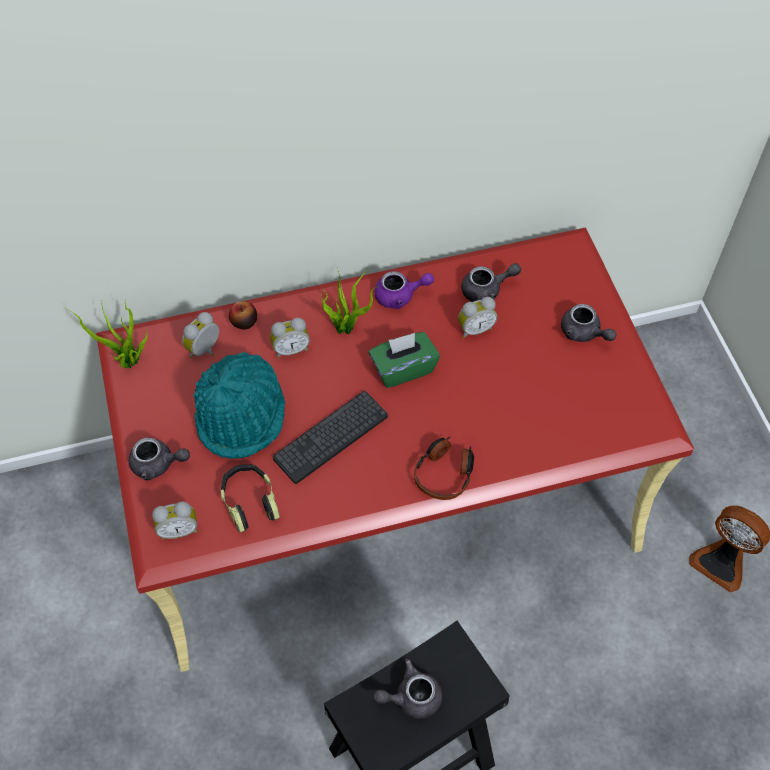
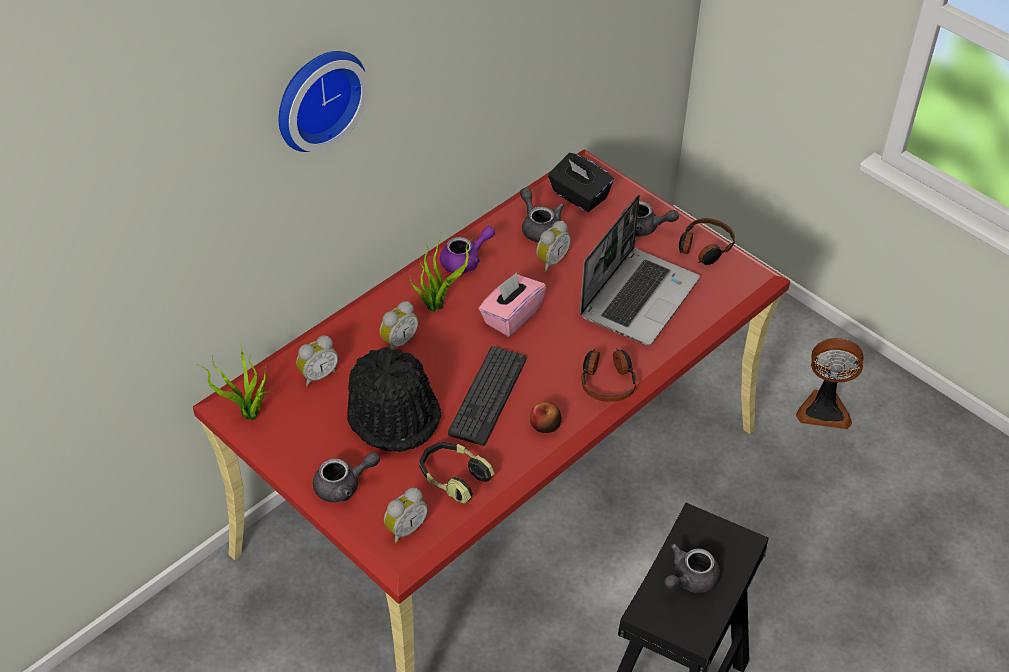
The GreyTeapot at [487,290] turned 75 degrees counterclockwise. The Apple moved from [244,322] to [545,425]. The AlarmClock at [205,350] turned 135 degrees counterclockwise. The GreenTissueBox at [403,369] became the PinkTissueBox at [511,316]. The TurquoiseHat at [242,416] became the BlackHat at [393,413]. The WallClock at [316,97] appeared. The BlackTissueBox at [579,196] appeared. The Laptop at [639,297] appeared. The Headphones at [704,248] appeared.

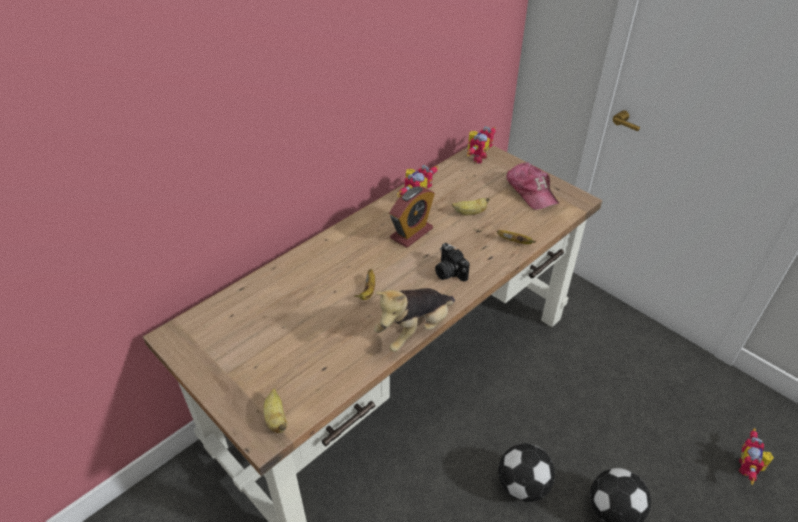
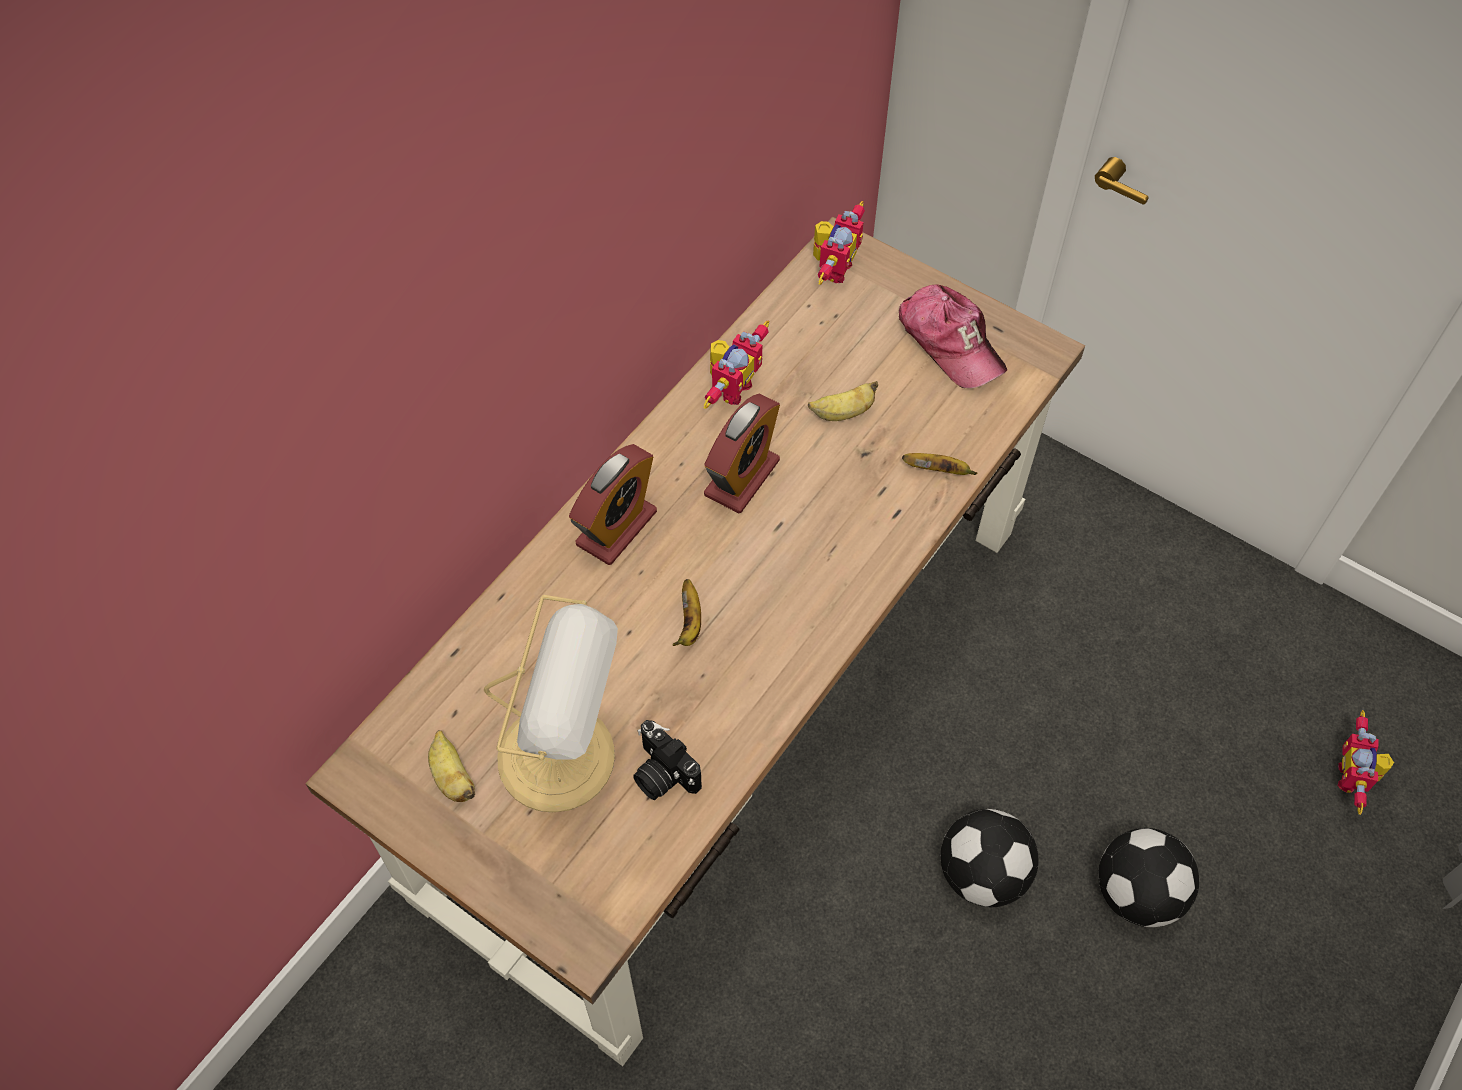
The PhotoCamera moved from [448,272] to [661,774]. The PlushToy at [414,330] disappeared. The Banana moved from [276,419] to [452,777]. The AlarmClock at [616,528] appeared. The TableLamp at [563,757] appeared.

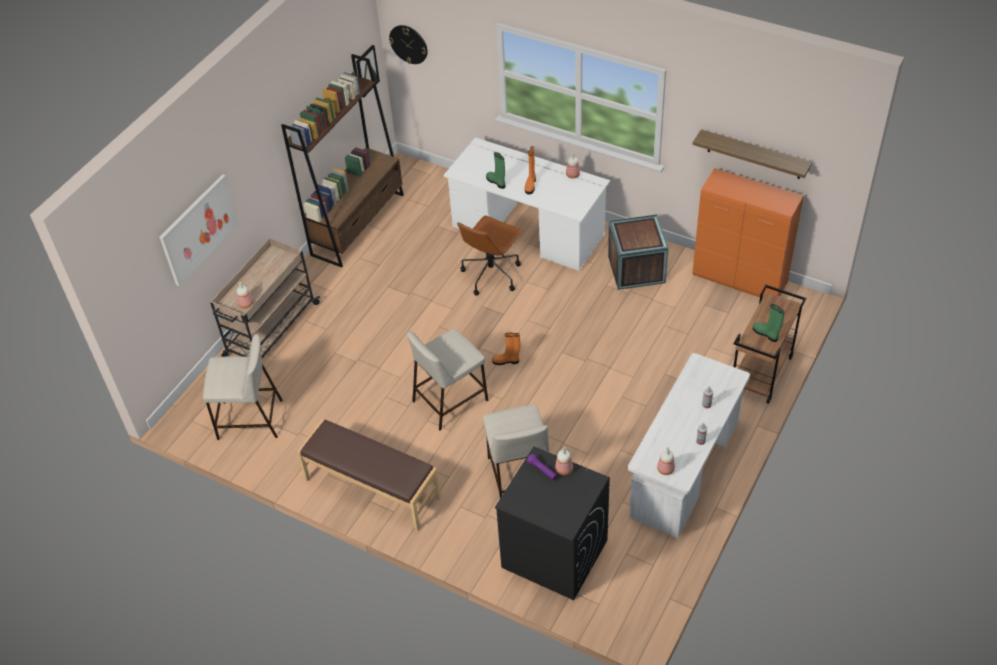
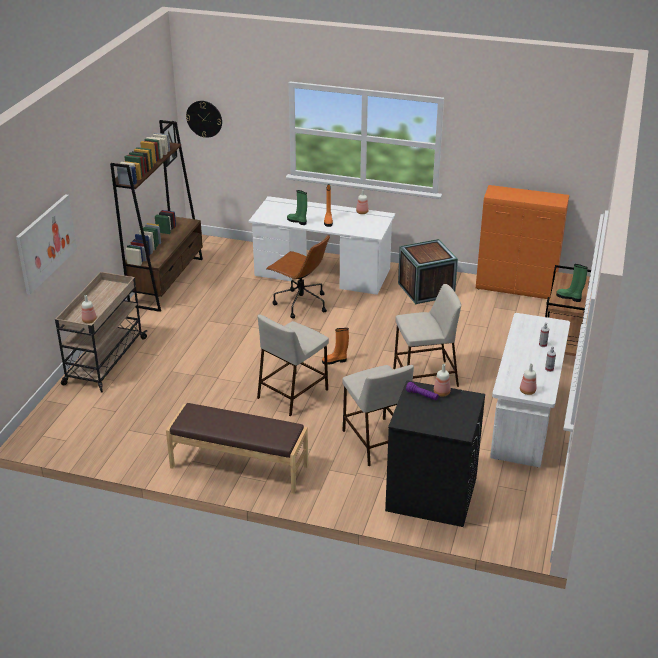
The Shelf at [754,155] disappeared. The BrownOfficeChair at [491,274] turned 75 degrees counterclockwise. The BeigeStool moved from [249,420] to [424,377].

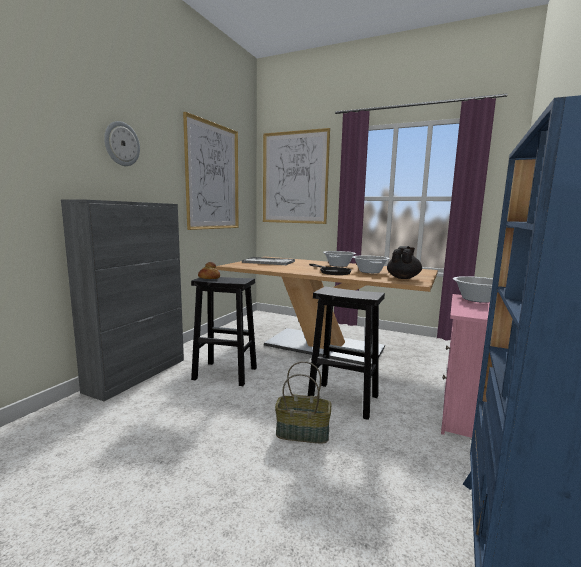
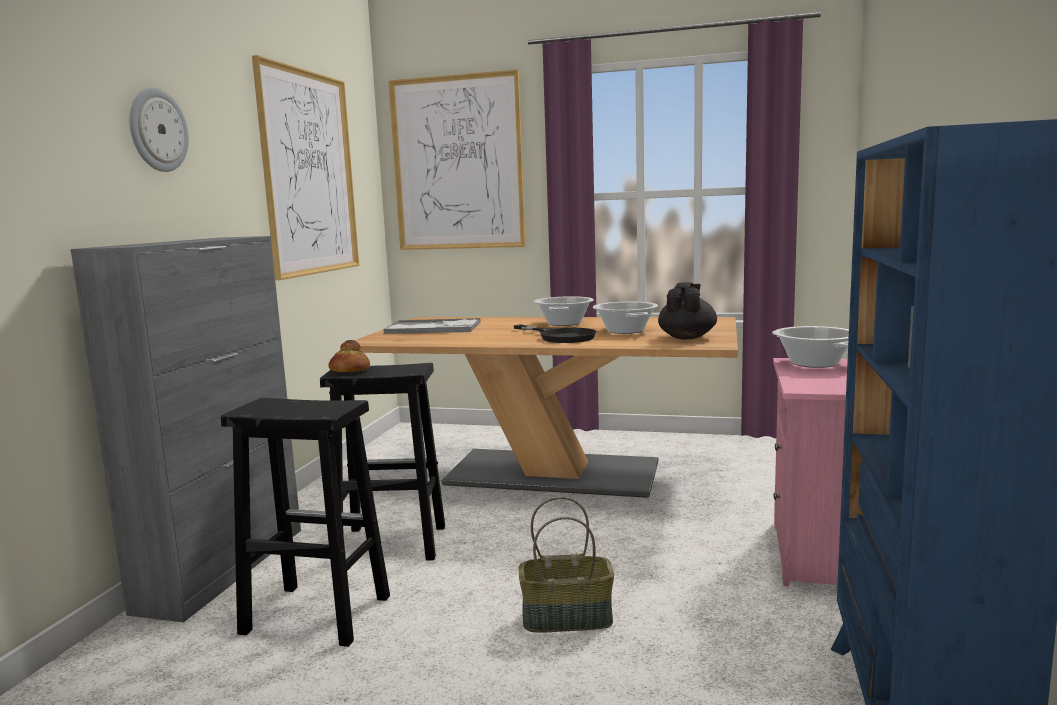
The BlackStool moved from [342,400] to [314,614].

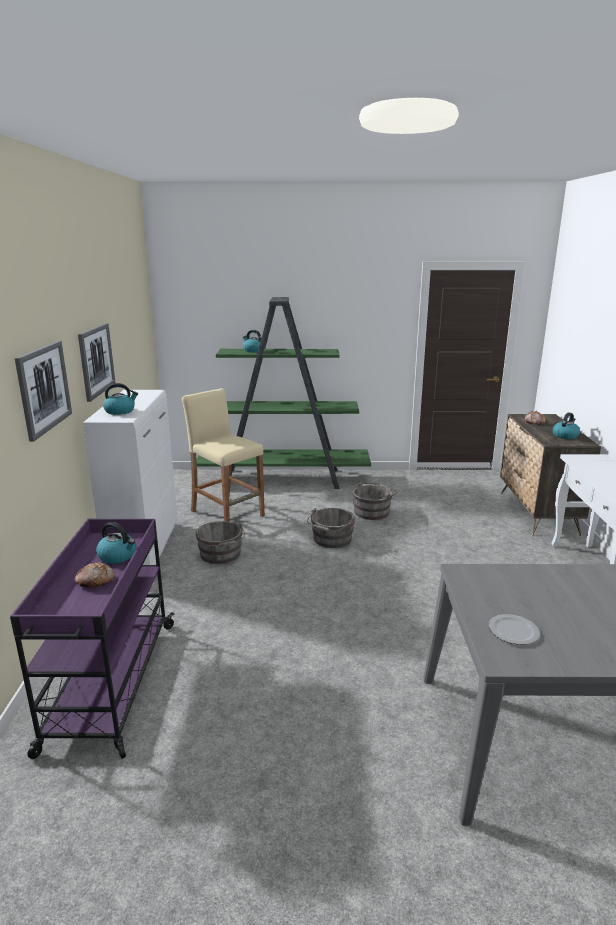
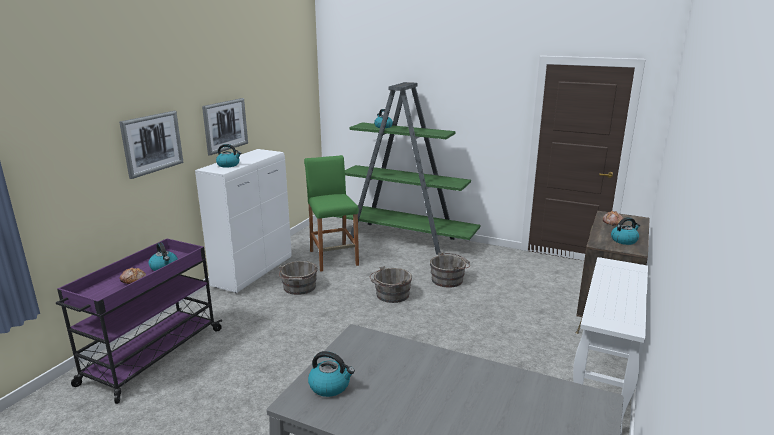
The BeigeStool at [227,513] became the GreenStool at [333,258]. The Plate at [512,631] was replaced by the Kettle at [330,386].

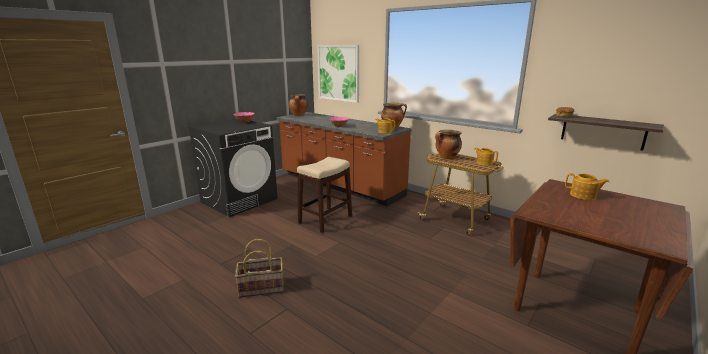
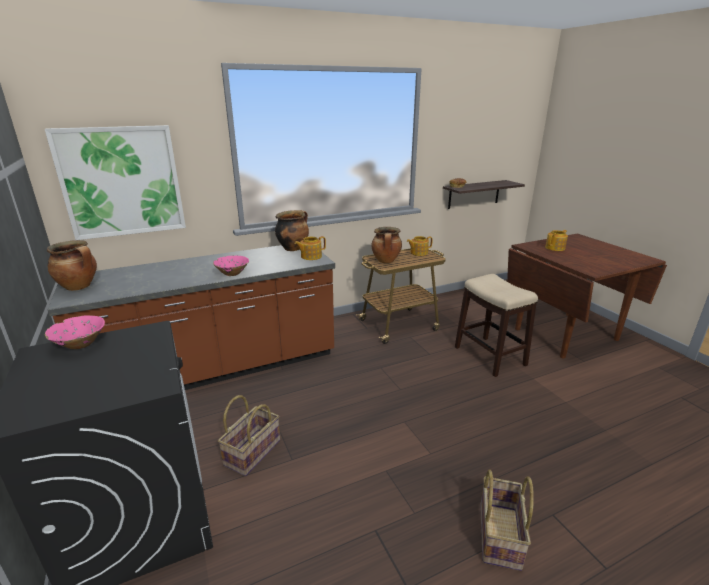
The Stool moved from [325,219] to [489,355]. The Basket at [252,452] appeared.

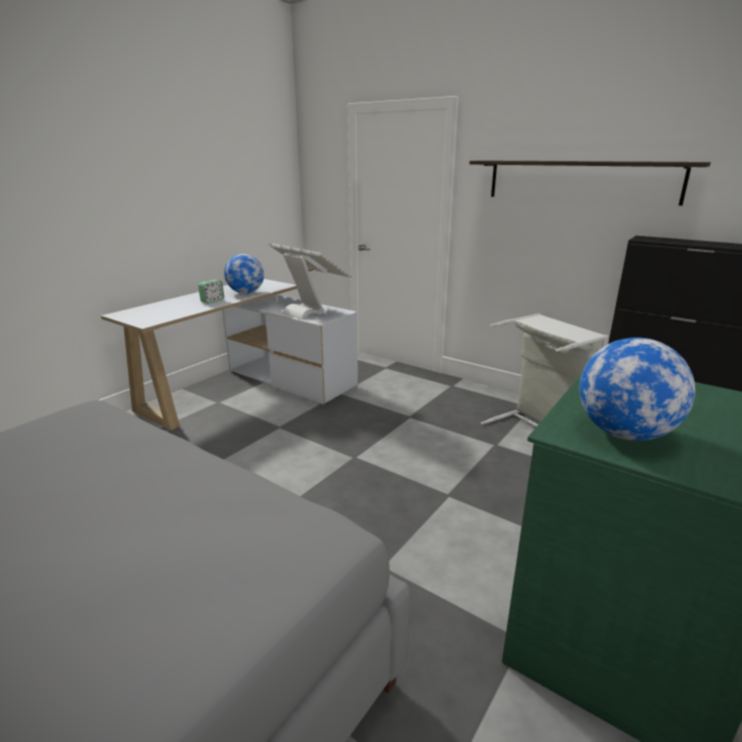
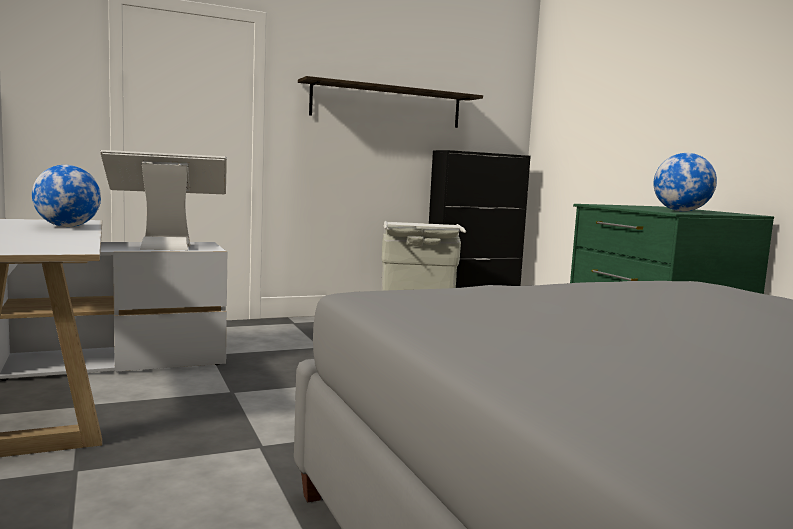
The AlarmClock at [212,301] disappeared.

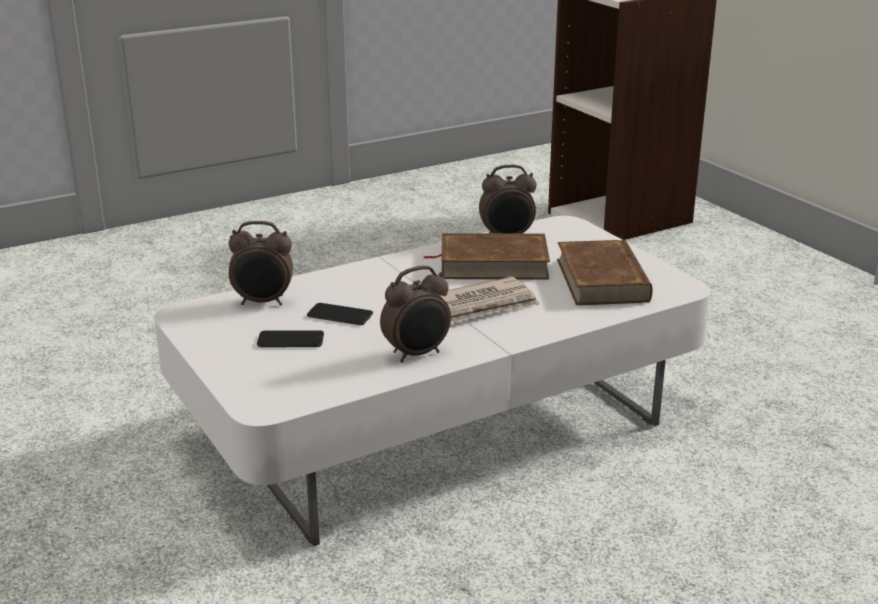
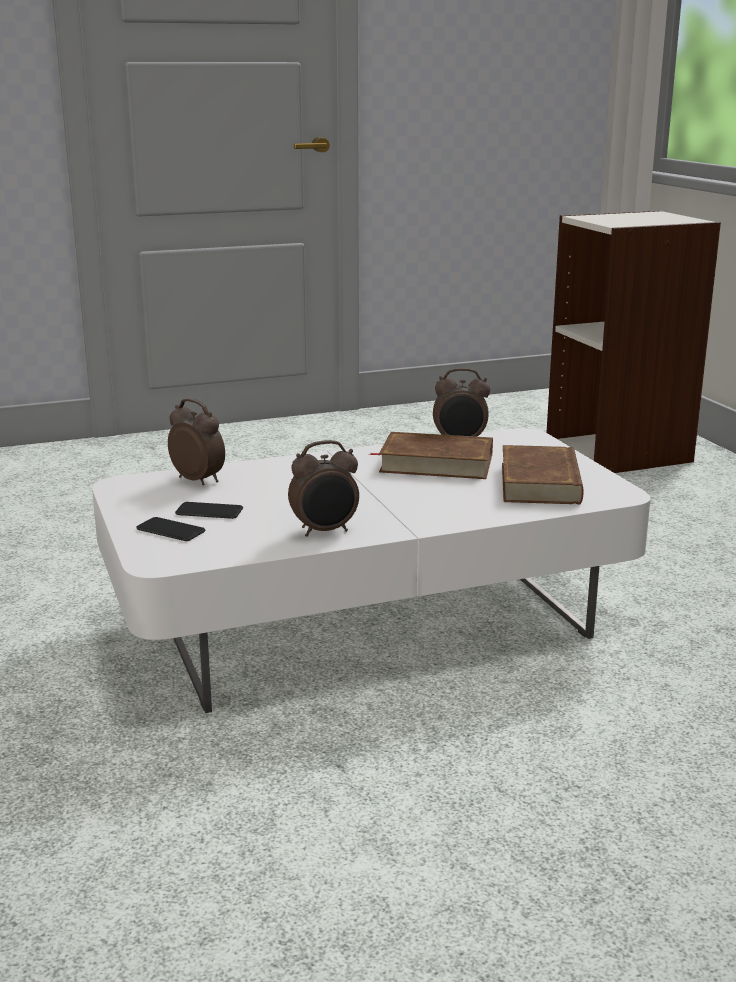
The AlarmClock at [263,302] turned 150 degrees counterclockwise. The Newspaper at [481,306] disappeared. The Phone moved from [340,315] to [170,530].

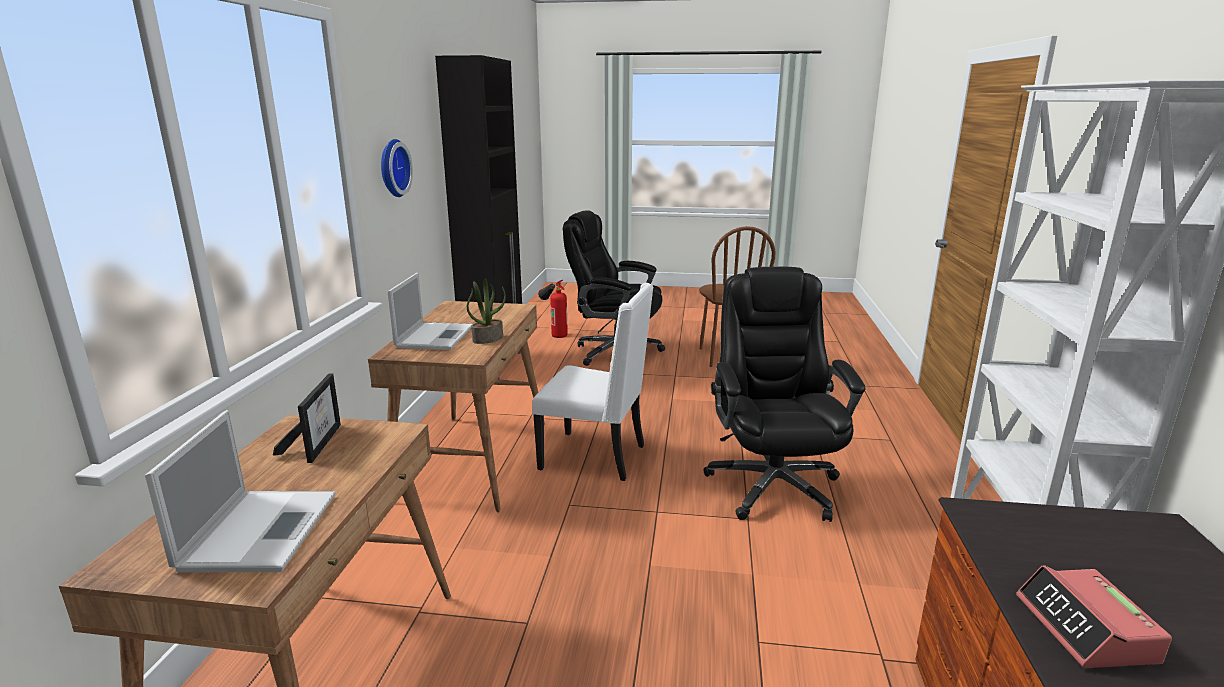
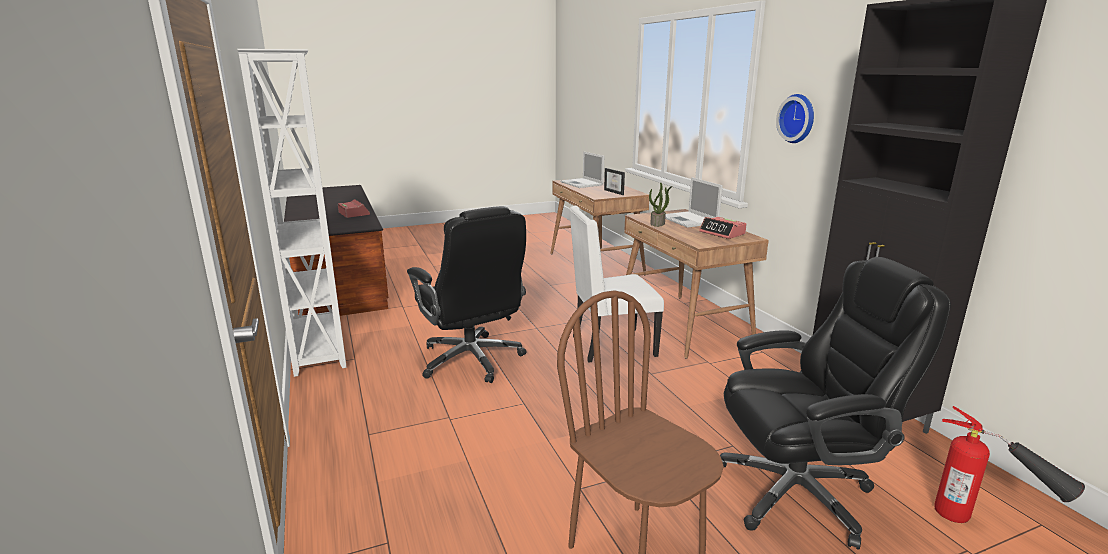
The AlarmClock at [722,233] appeared.

